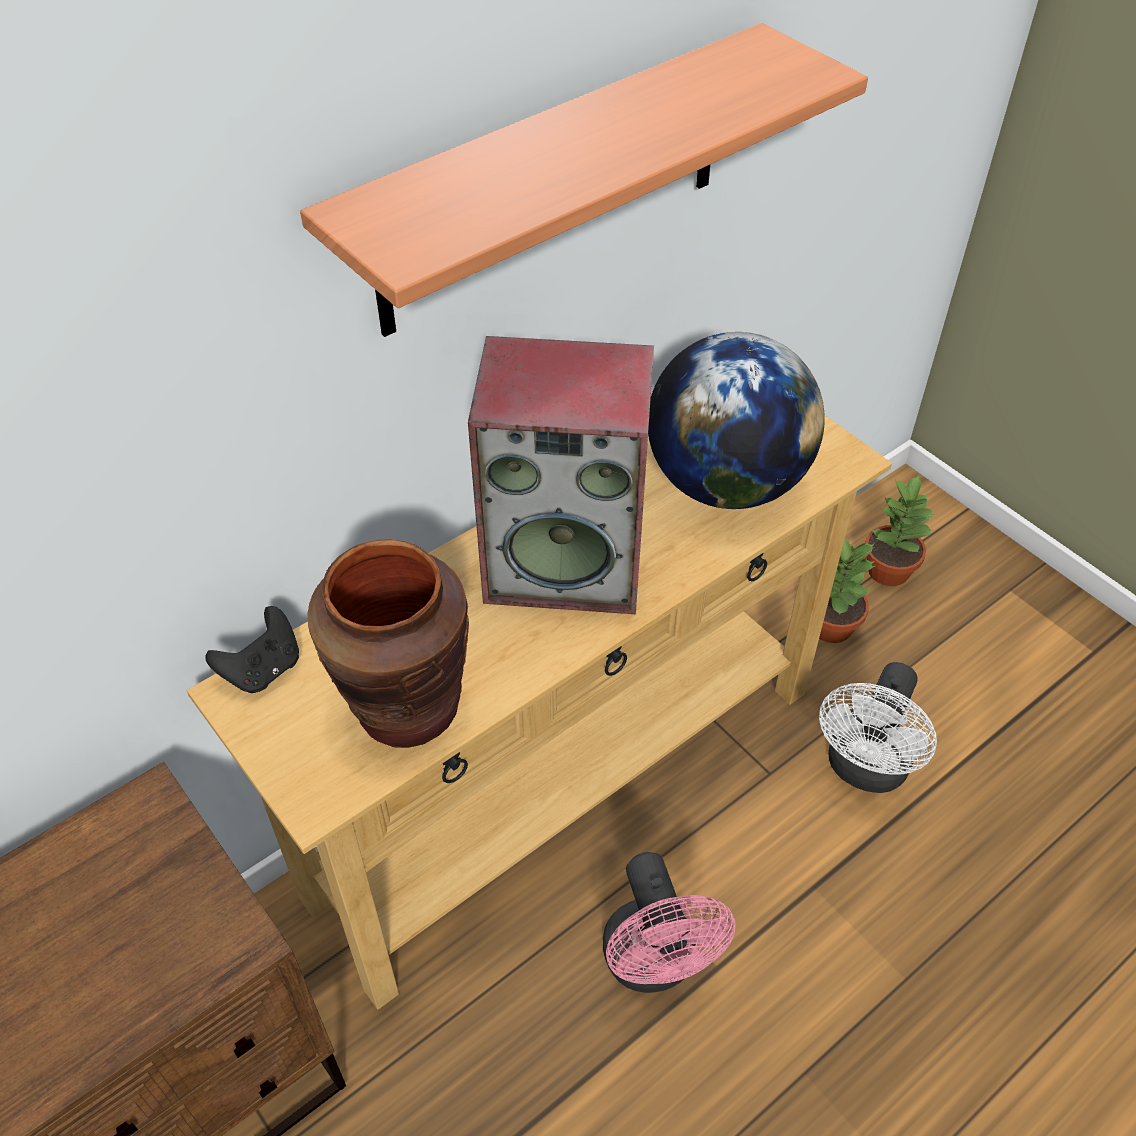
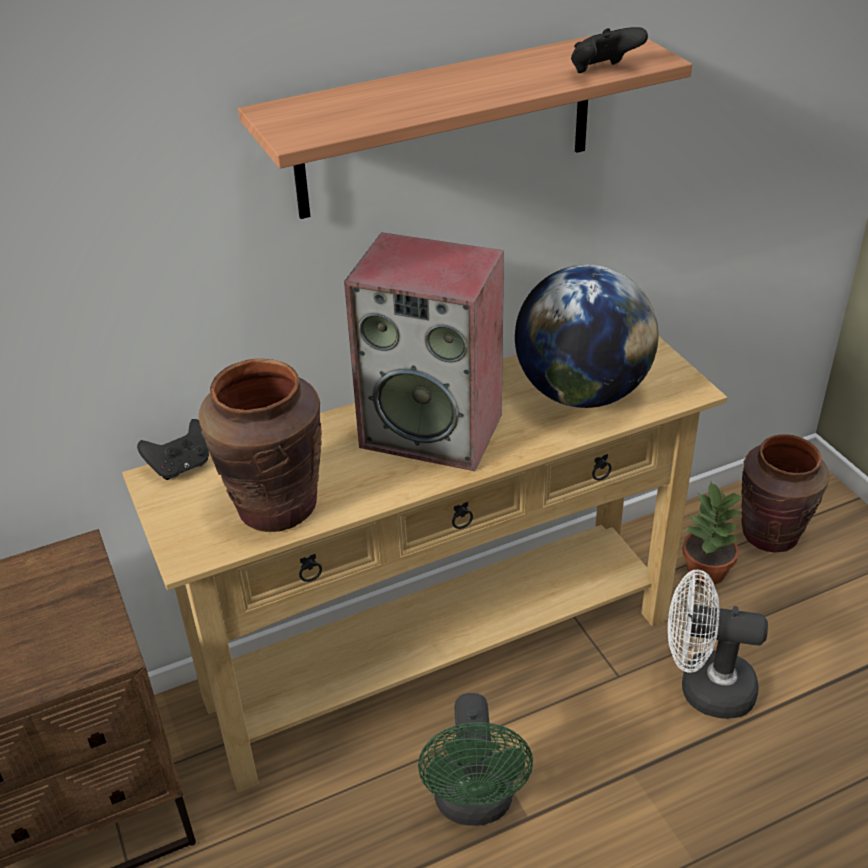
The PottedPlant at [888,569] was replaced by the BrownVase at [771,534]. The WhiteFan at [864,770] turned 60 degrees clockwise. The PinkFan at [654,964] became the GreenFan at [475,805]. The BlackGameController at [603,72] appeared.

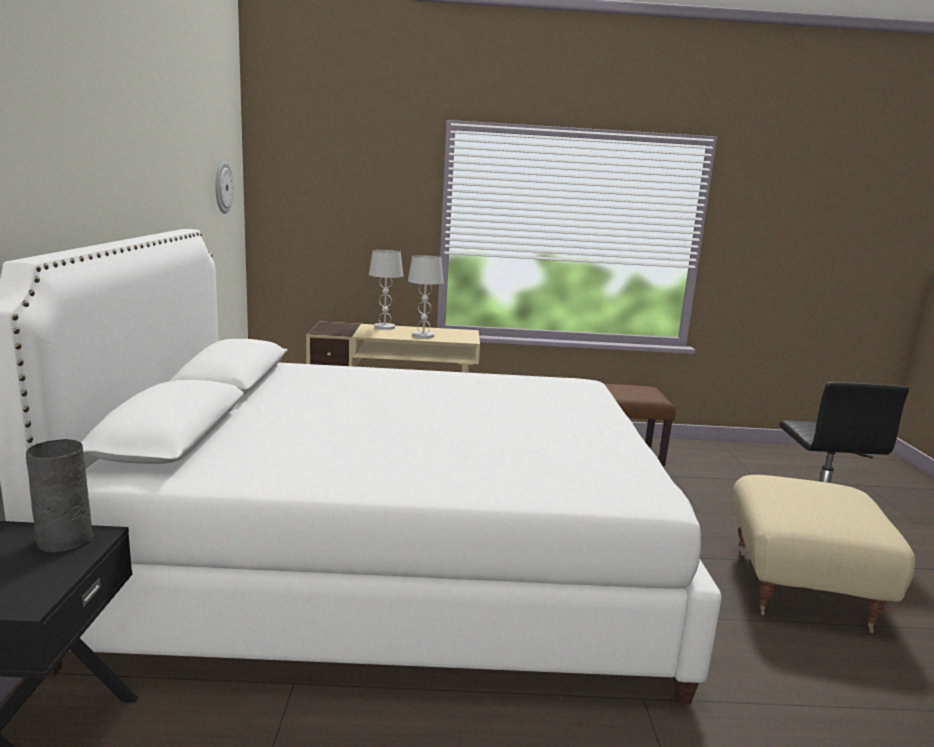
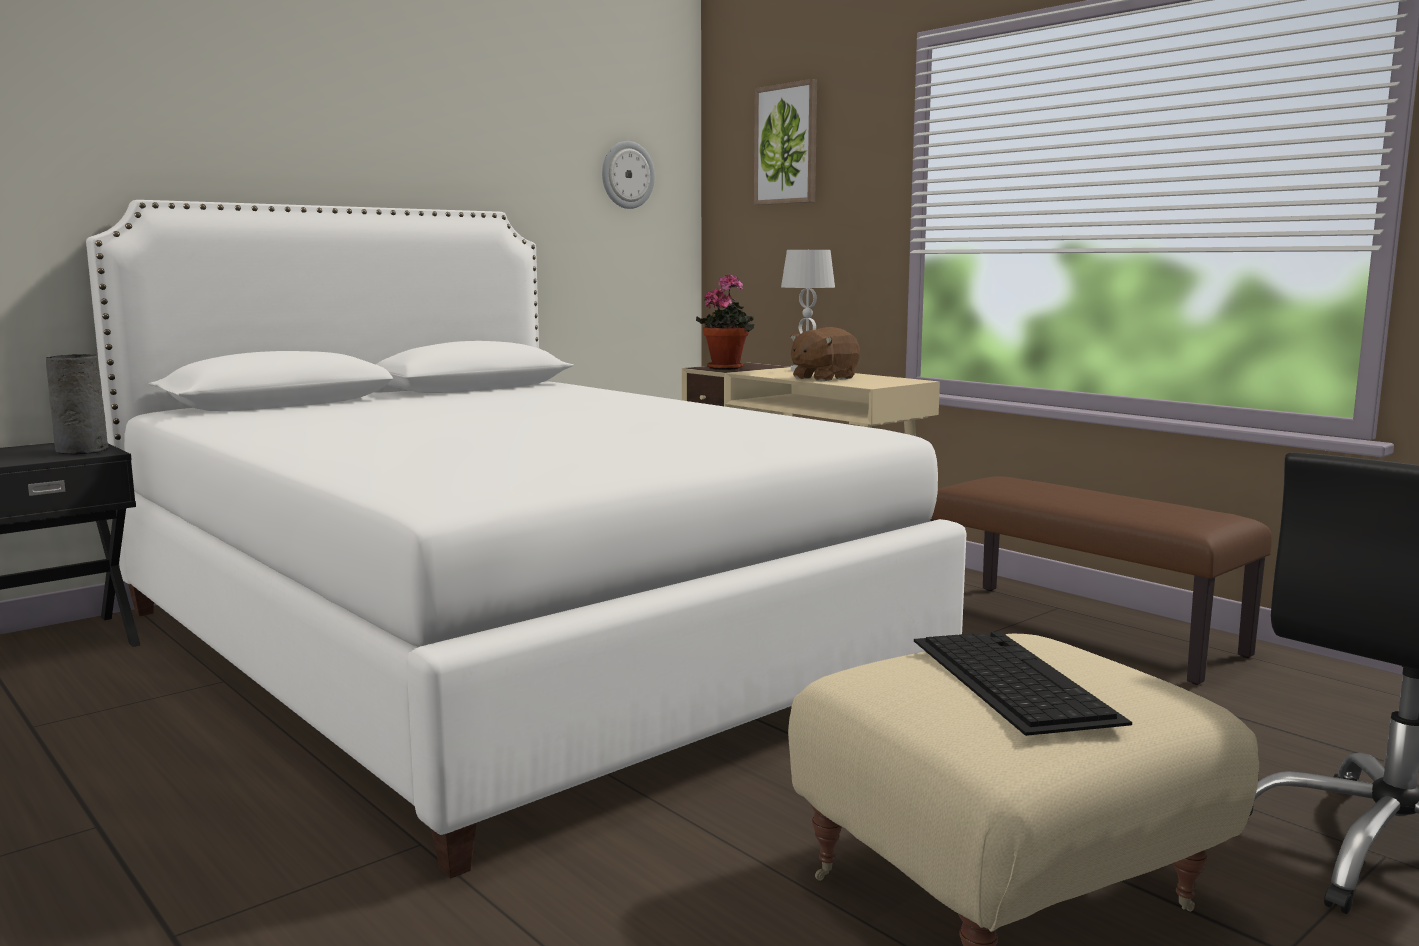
The WhiteTableLamp at [423,336] was replaced by the BrownPlushToy at [823,378]. The Picture at [786,144] appeared. The PottedPlant at [727,368] appeared. The Keyboard at [1009,678] appeared.

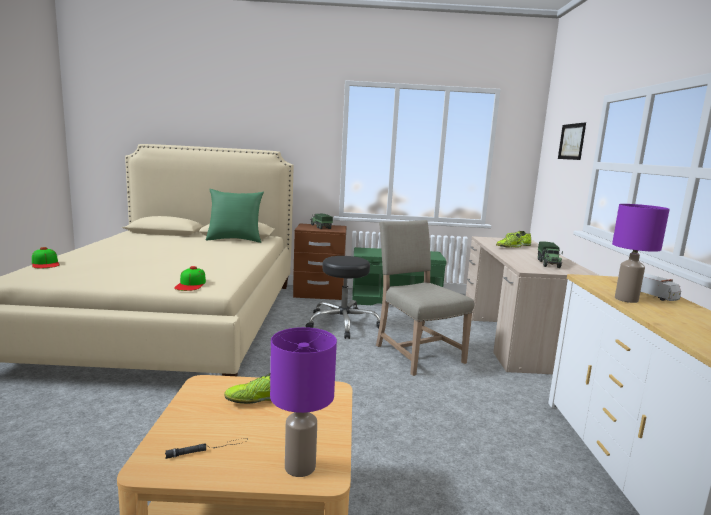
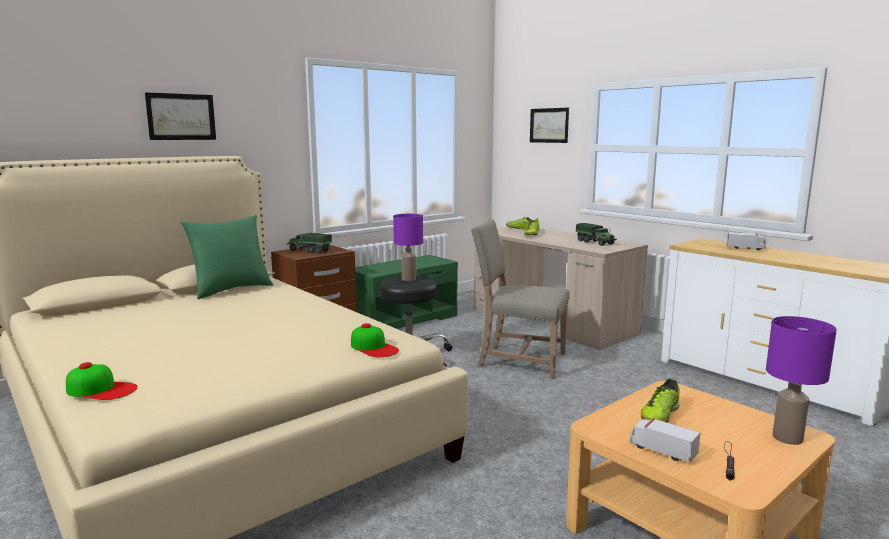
The PurpleTableLamp moved from [626,299] to [408,279]. The Picture at [181,117] appeared. The ToyTruck at [661,451] appeared.

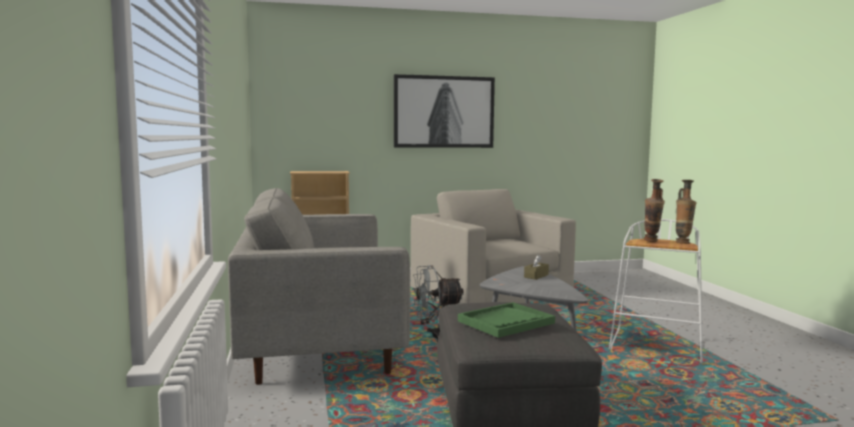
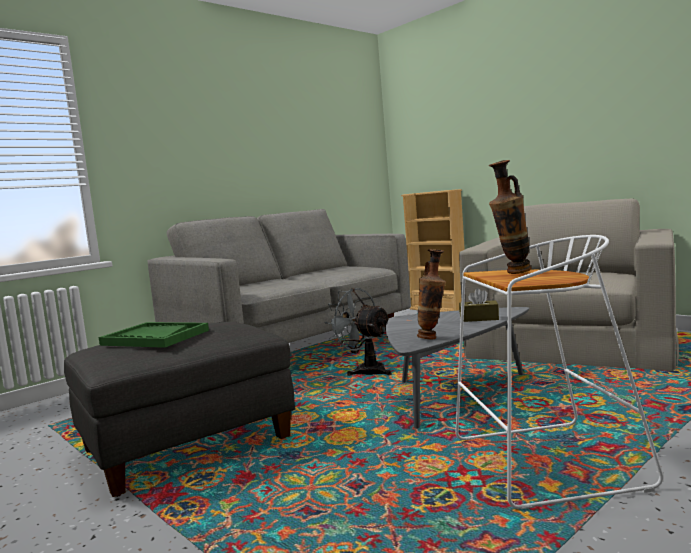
The Picture at [444,112] disappeared. The Vase moved from [683,243] to [433,338].

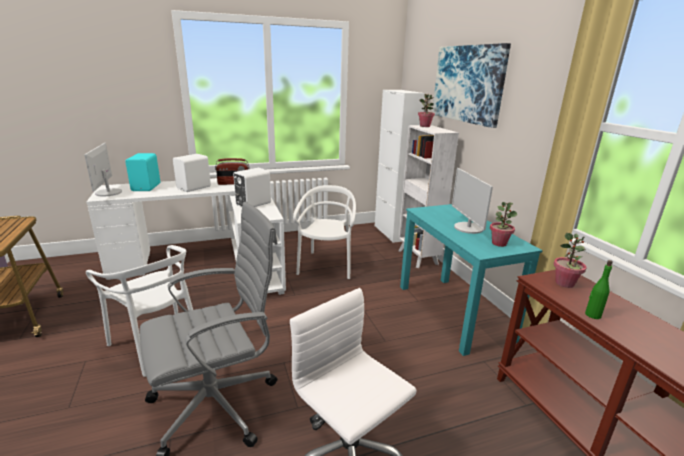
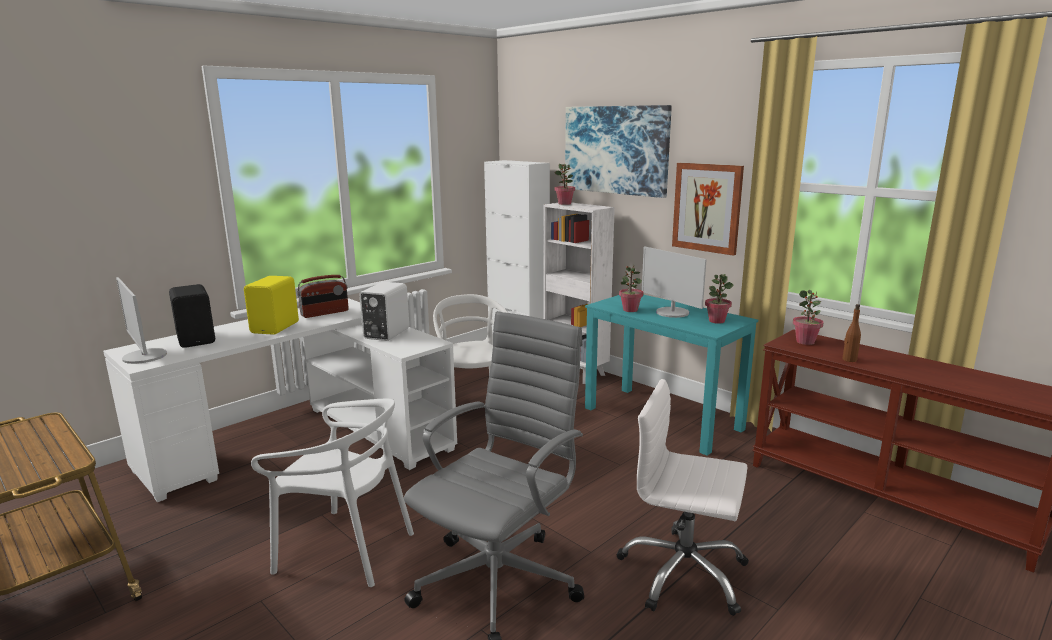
The TurquoiseSpeaker at [147,187] became the BlackSpeaker at [197,339]. The WhiteSpeaker at [195,188] became the YellowSpeaker at [276,327]. The GreenBottle at [592,315] became the BrownBottle at [849,360]. The Picture at [707,207] appeared. The PottedPlant at [630,310] appeared.

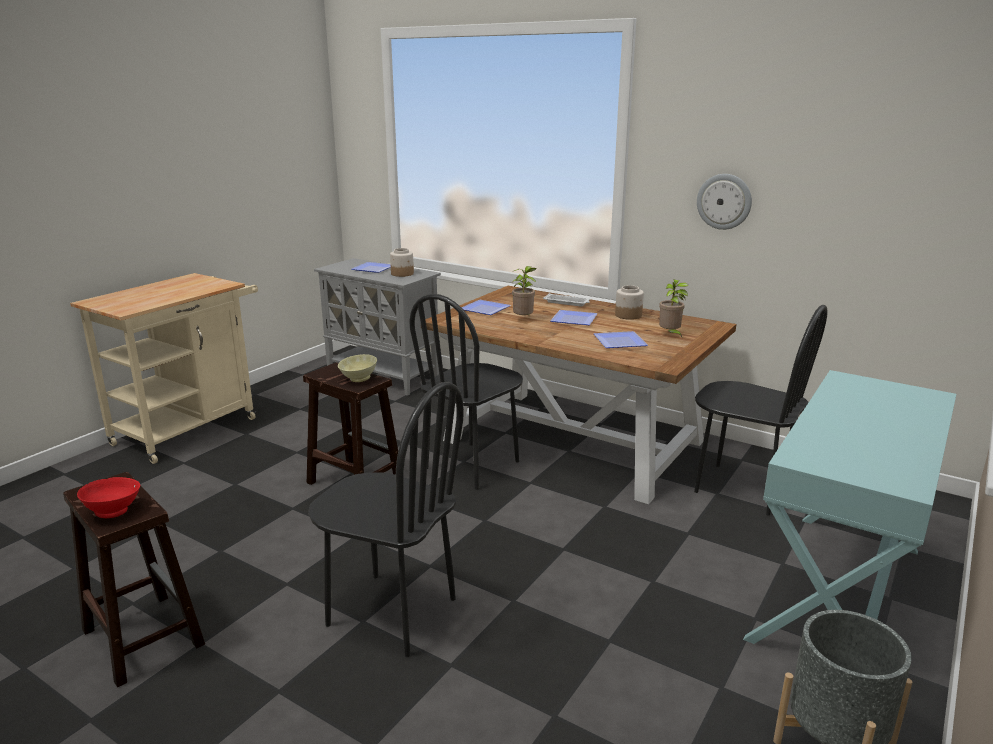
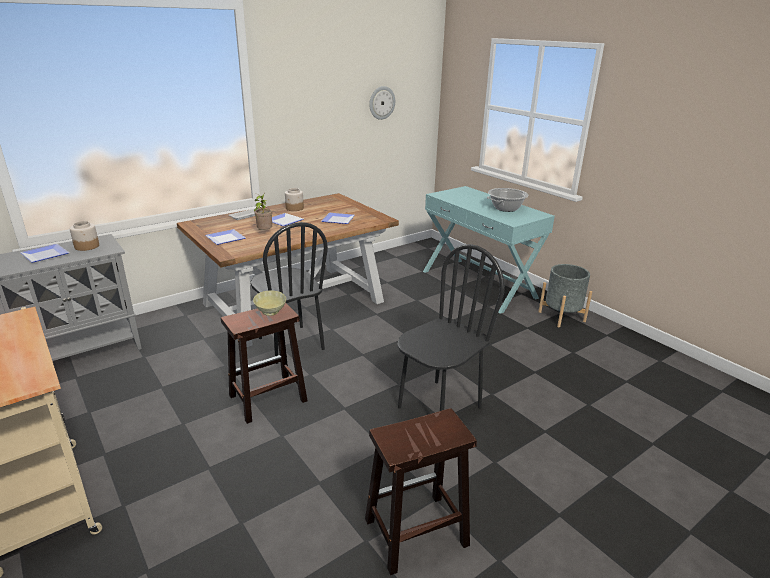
The WallClock moved from [724,201] to [381,102]. The PottedPlant at [670,335] disappeared. The BlackChair at [742,488] disappeared. The RedBowl at [114,511] disappeared. The CookingPot at [506,208] appeared.

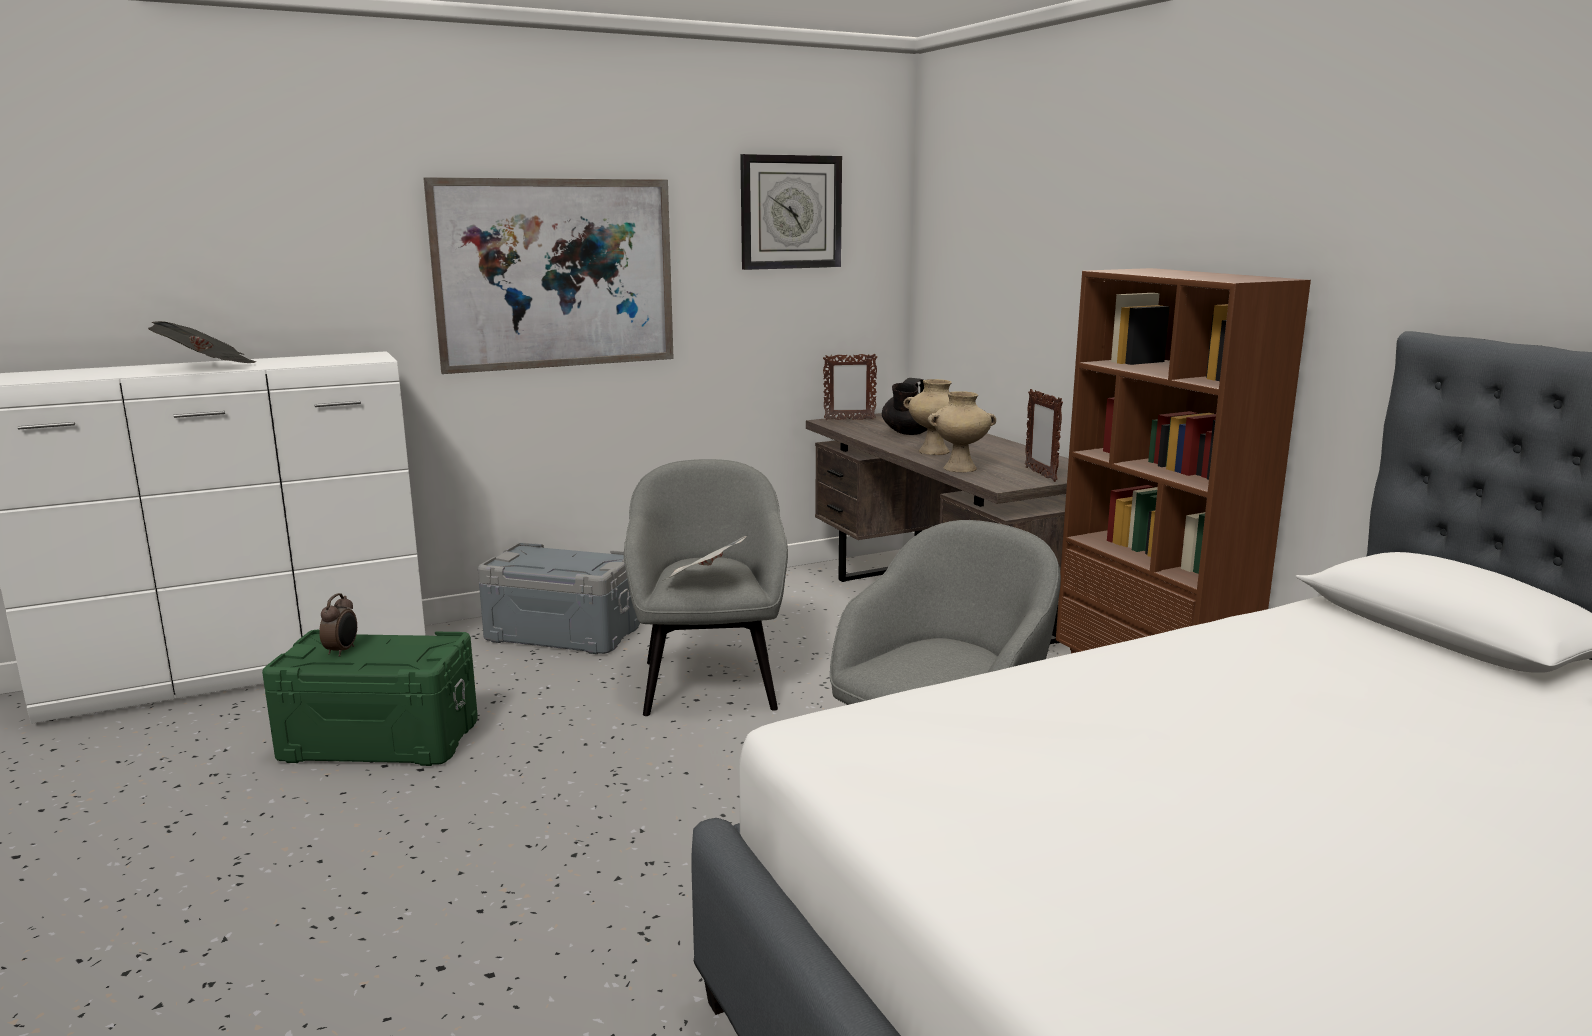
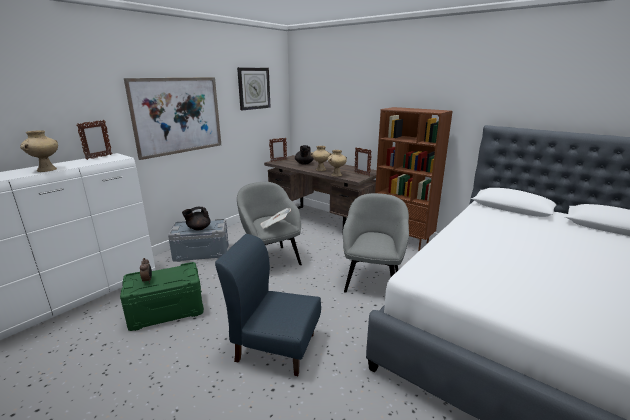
The Newspaper at [208,368] was replaced by the BeigeVase at [46,169]. The PictureFrame at [99,157] appeared. The BlackTeapot at [198,228] appeared. The BlueChair at [275,346] appeared.

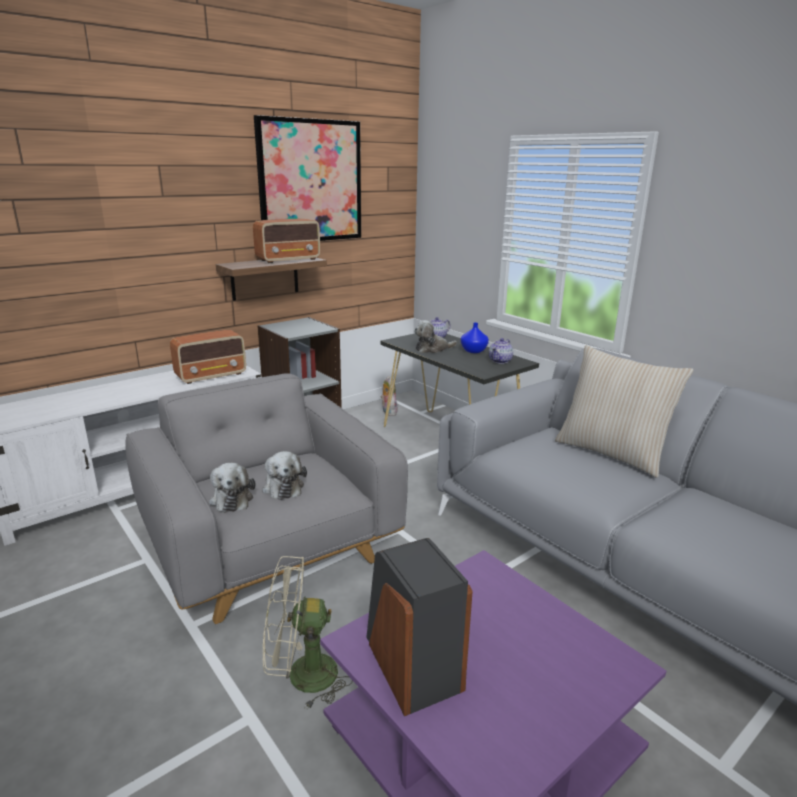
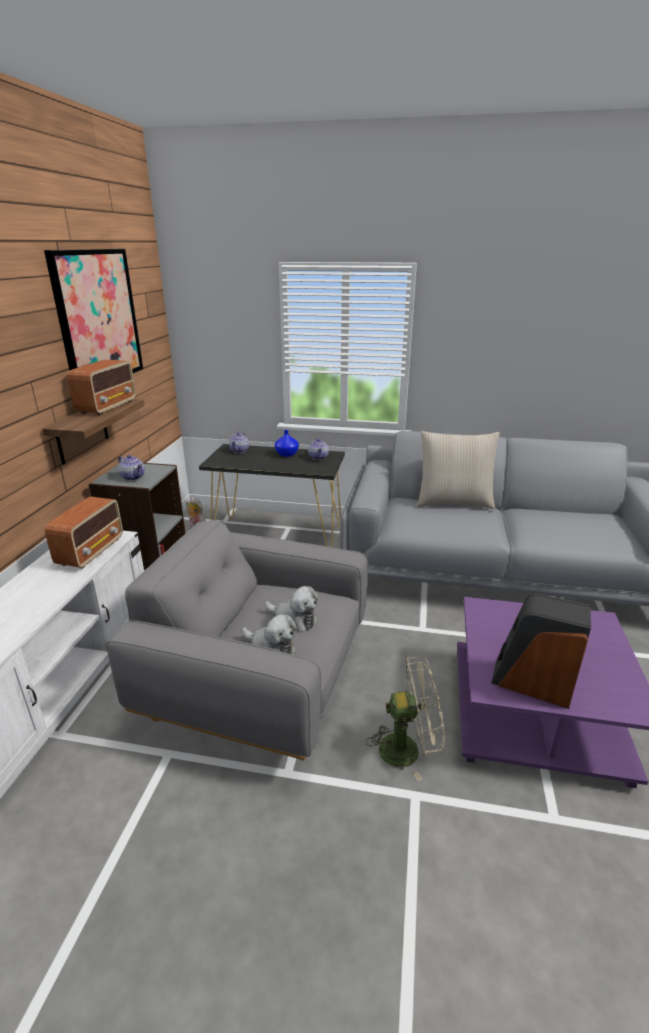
The PlushToy at [432,349] disappeared. The BeigeFan at [301,676] turned 135 degrees counterclockwise. The Teapot at [133,477] appeared.

